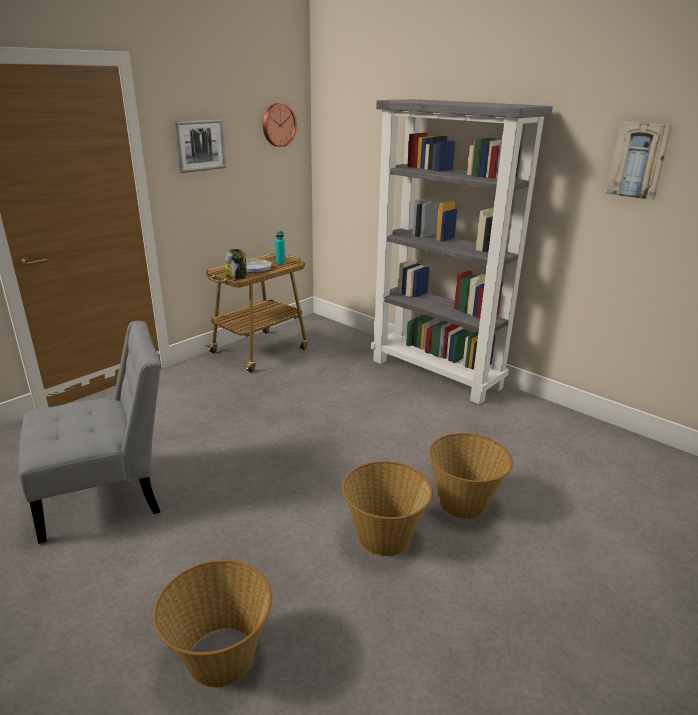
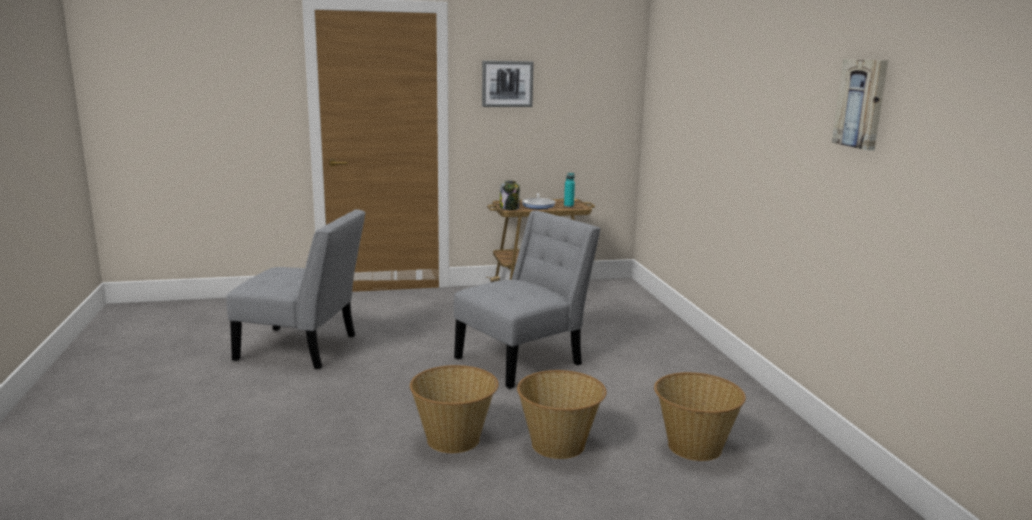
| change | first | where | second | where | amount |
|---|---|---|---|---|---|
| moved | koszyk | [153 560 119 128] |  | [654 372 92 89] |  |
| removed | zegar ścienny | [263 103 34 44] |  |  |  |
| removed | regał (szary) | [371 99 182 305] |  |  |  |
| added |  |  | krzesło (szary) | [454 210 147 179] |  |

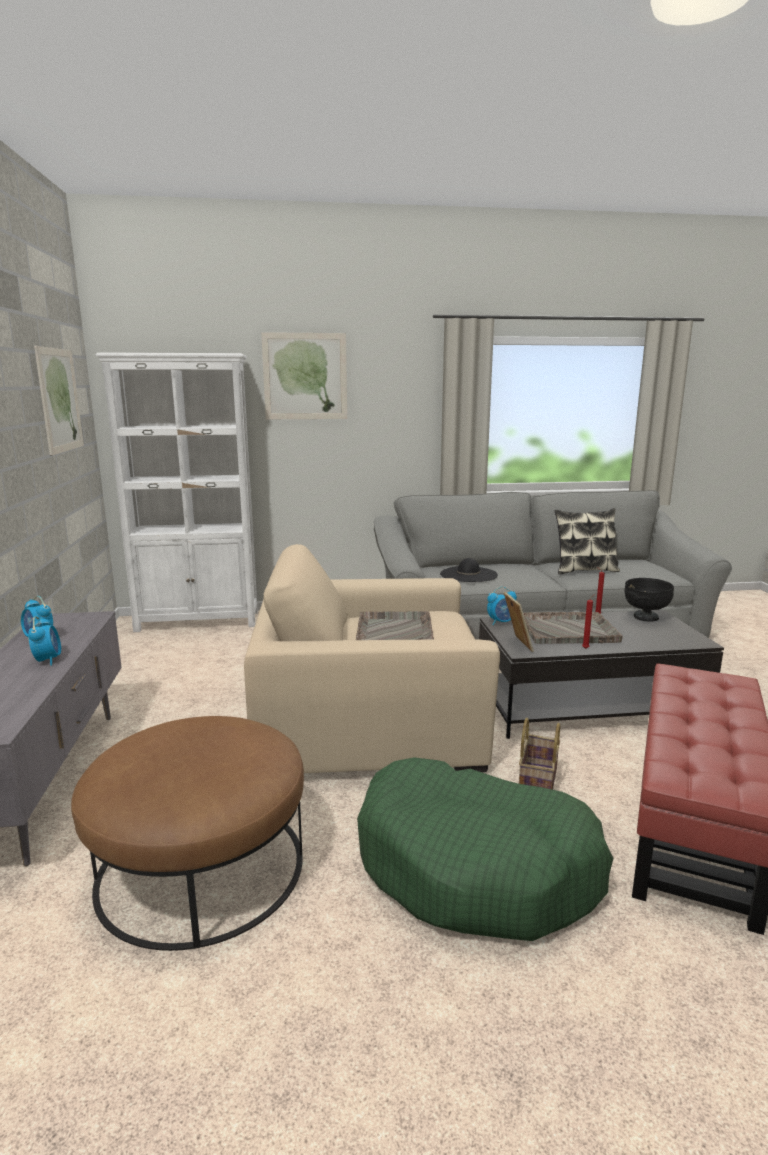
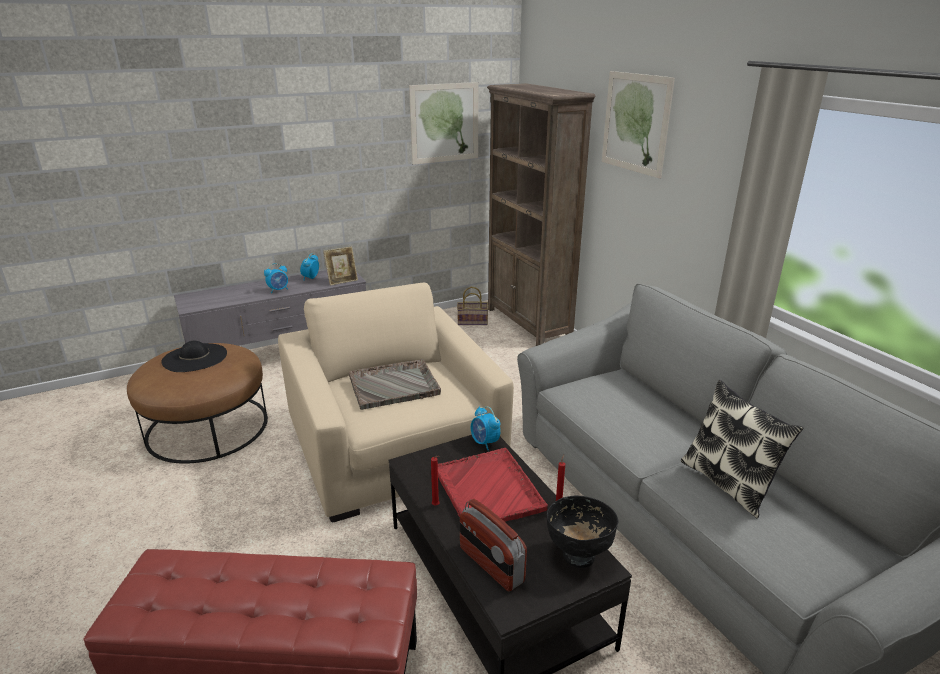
| change | first | where | second | where | amount |
|---|---|---|---|---|---|
| recoloured | regał (biały) | [96 353 162 279] | regał (brązowy) | [487 83 108 263] |  |
| removed | legowisko (zielony) | [357 757 256 184] |  |  |  |
| moved | kapelusz (czarny) | [440 558 58 24] |  | [161 341 66 31] |  |
| moved | ramka na zdjęcie | [504 592 30 60] |  | [323 247 35 39] |  |
| moved | koszyk | [519 718 41 72] |  | [457 287 31 38] |  |
| recoloured | taca (szary) | [523 612 99 32] | taca (czerwony) | [438 448 110 74] |  |
| added |  |  | radio | [460 499 67 92] |  |

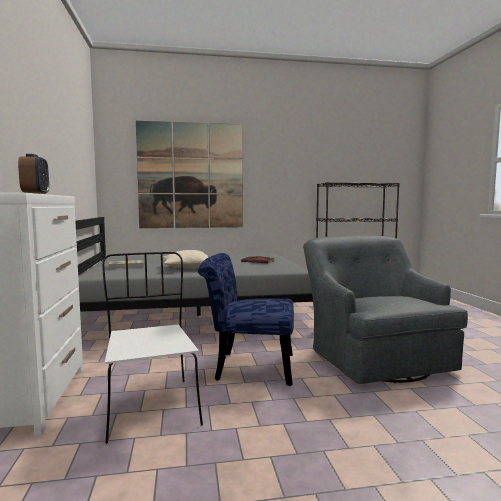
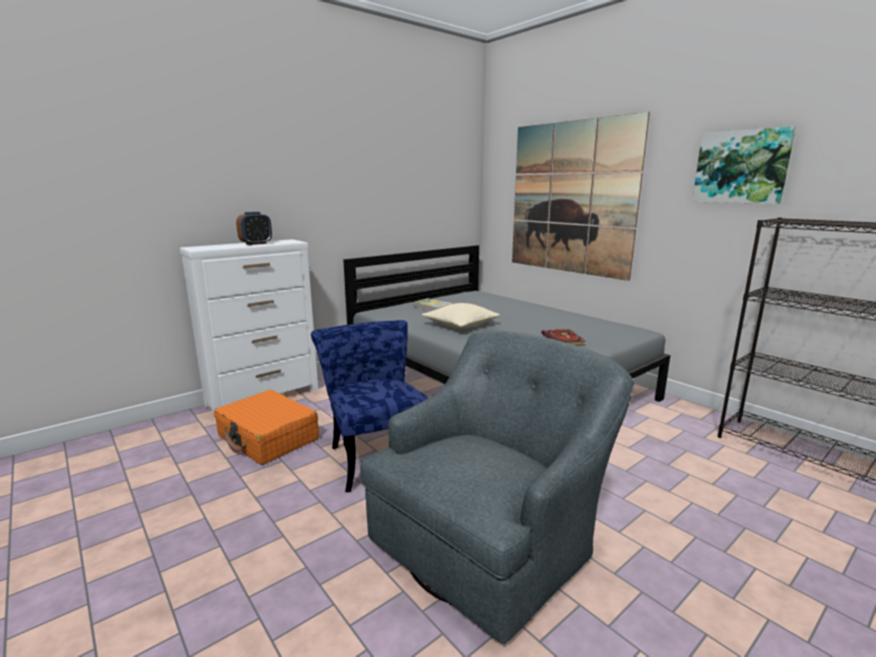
| change | first | where | second | where | amount |
|---|---|---|---|---|---|
| replaced | krzesło (biały) | [102 252 101 192] | walizka (pomarańczowy) | [214 390 105 75] |  |
| added |  |  | obraz | [692 126 104 78] |  |

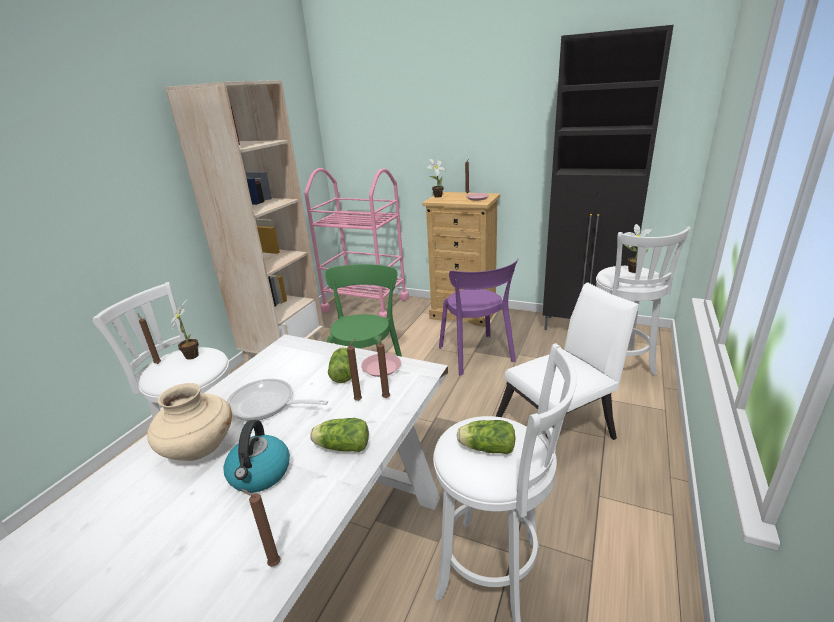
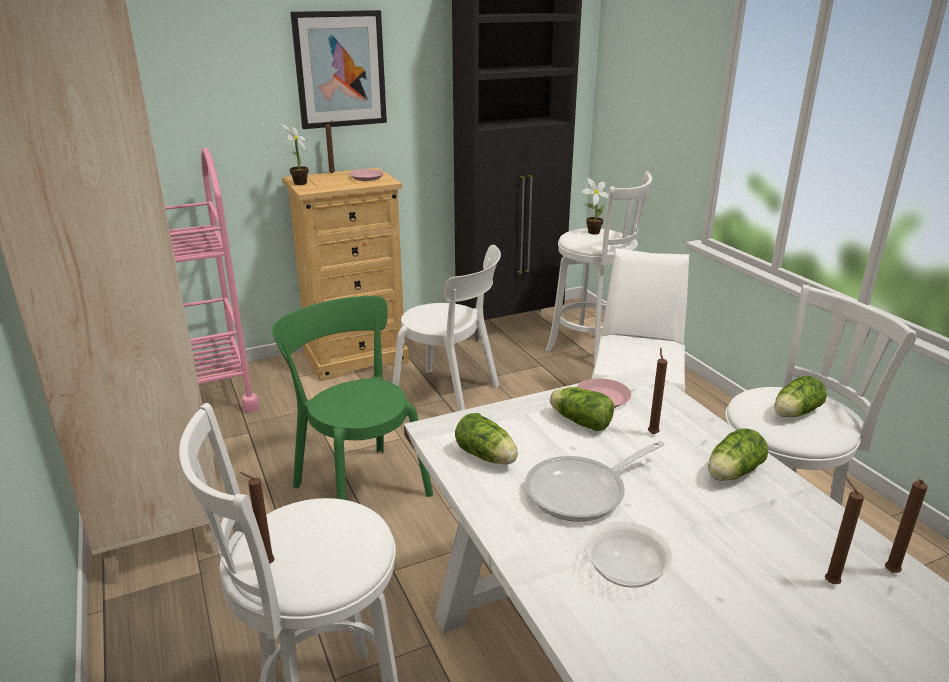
| change | first | where | second | where | amount |
|---|---|---|---|---|---|
| replaced | wazon (beżowy) | [147 383 85 78] | miska | [585 522 88 66] |  |
| removed | roślina doniczkowa | [169 300 30 60] |  |  |  |
| removed | czajnik | [223 420 67 73] |  |  |  |
| moved | świeca (brązowy) | [377 335 13 63] |  | [825 478 39 106] |  |
| recoloured | krzesło (fioletowy) | [439 259 79 116] | krzesło (biały) | [393 245 108 166] |  |
| added |  |  | obraz | [290 10 97 119] |  |
| added |  |  | sałata | [455 413 63 52] |  |

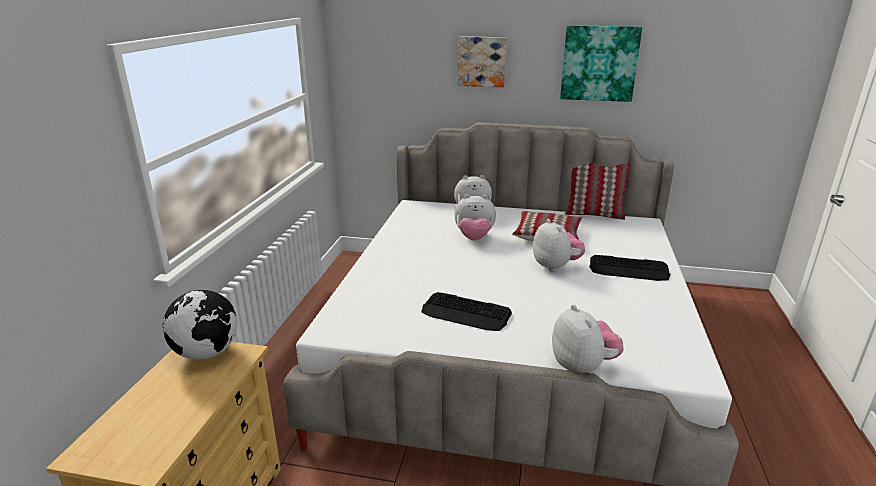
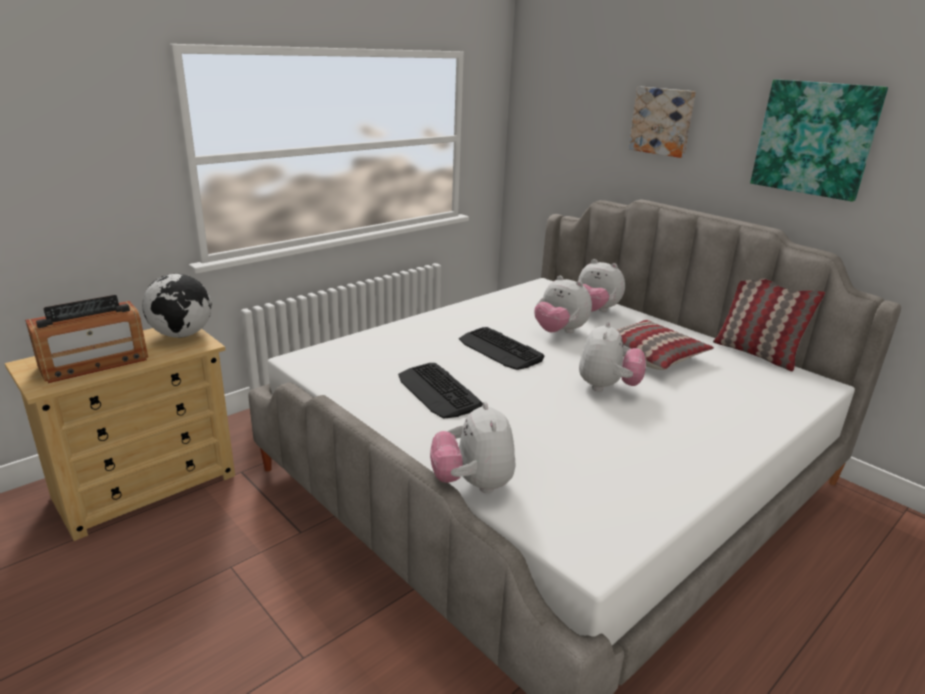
| change | first | where | second | where | amount |
|---|---|---|---|---|---|
| turned | pluszak | [552 304 72 69] |  | [430 402 85 91] | 150 degrees clockwise |
| moved | klawiatura | [589 255 82 26] |  | [459 327 85 43] |  |
| added |  |  | radio | [25 295 123 88] |  |

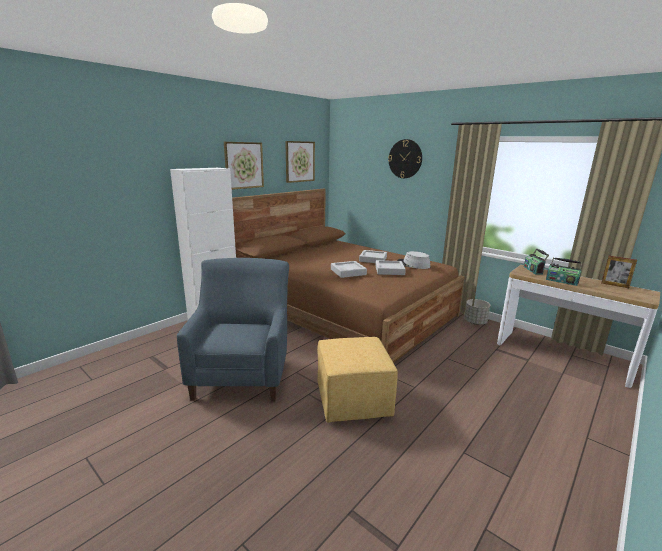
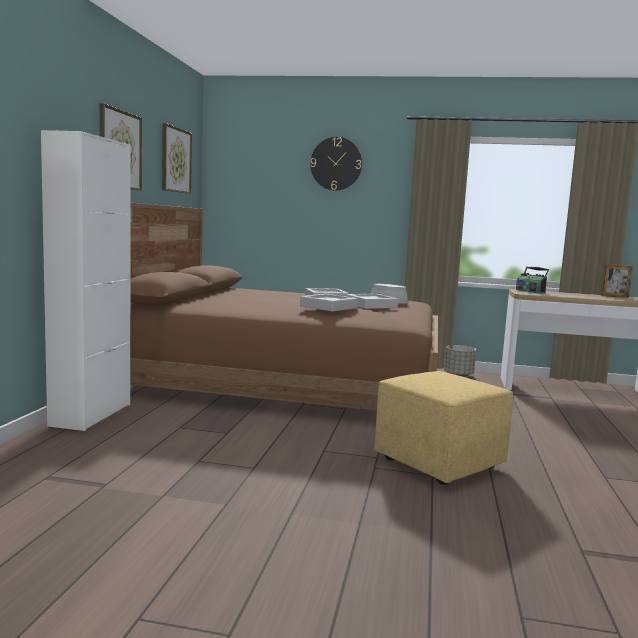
| change | first | where | second | where | amount |
|---|---|---|---|---|---|
| removed | fotel (niebieski) | [177 258 112 144] |  |  |  |
| removed | radio | [546 257 36 29] |  |  |  |

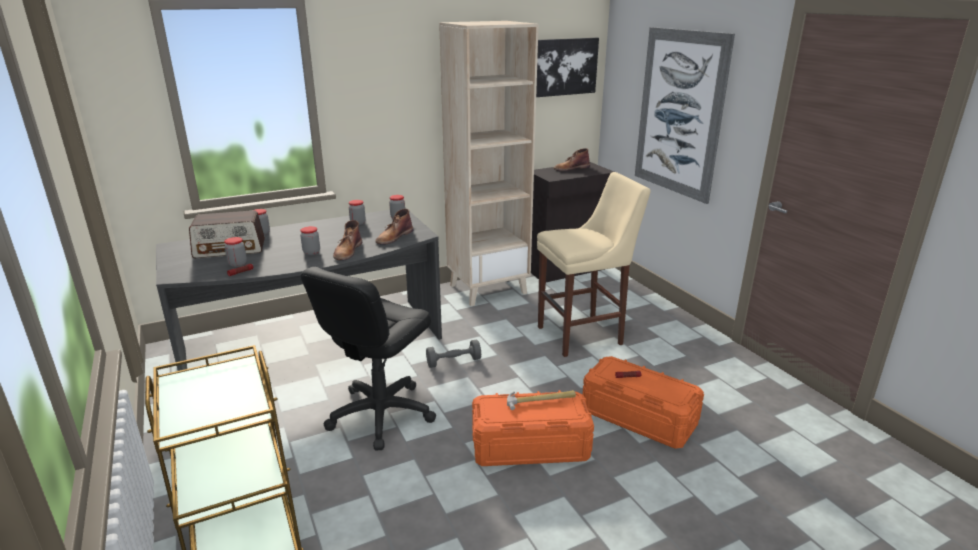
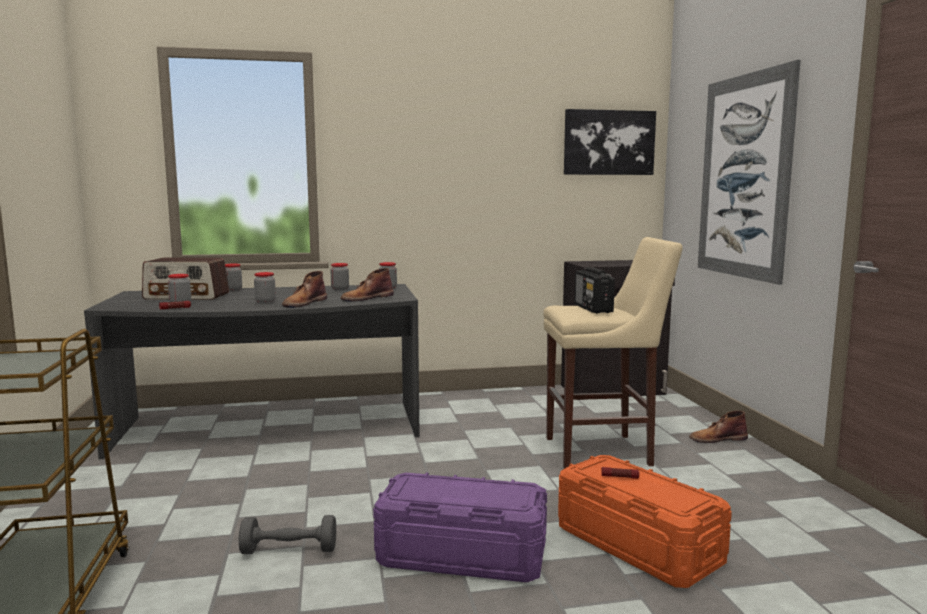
| change | first | where | second | where | amount |
|---|---|---|---|---|---|
| removed | krzesło biurowe (czarny) | [301 267 135 184] |  |  |  |
| moved | hantel (szary) | [426 339 55 29] |  | [239 515 97 39] |  |
| removed | regał (beżowy) | [439 21 100 285] |  |  |  |
| recoloured | pojemnik do przechowywania (pomarańczowy) | [472 390 122 76] | pojemnik do przechowywania (fioletowy) | [373 473 174 109] |  |
| removed | młotek | [507 390 69 20] |  |  |  |
| moved | but z cholewką (brązowy) | [554 148 36 23] |  | [689 410 59 33] |  |
| added |  |  | radio | [575 267 40 46] |  |

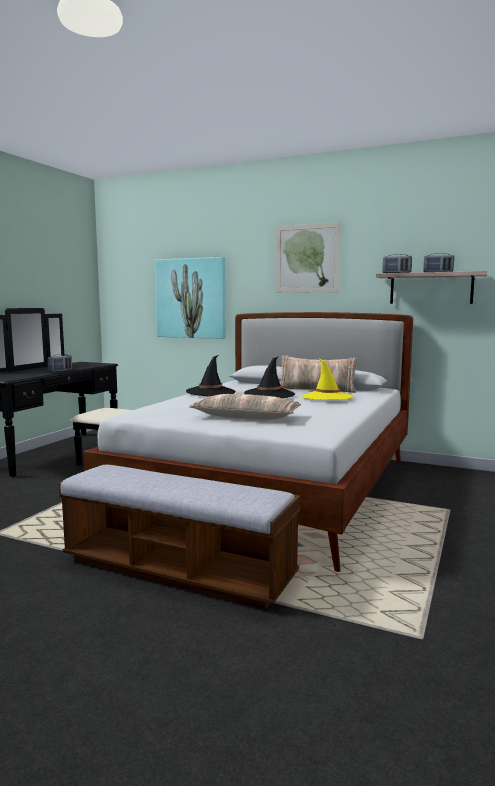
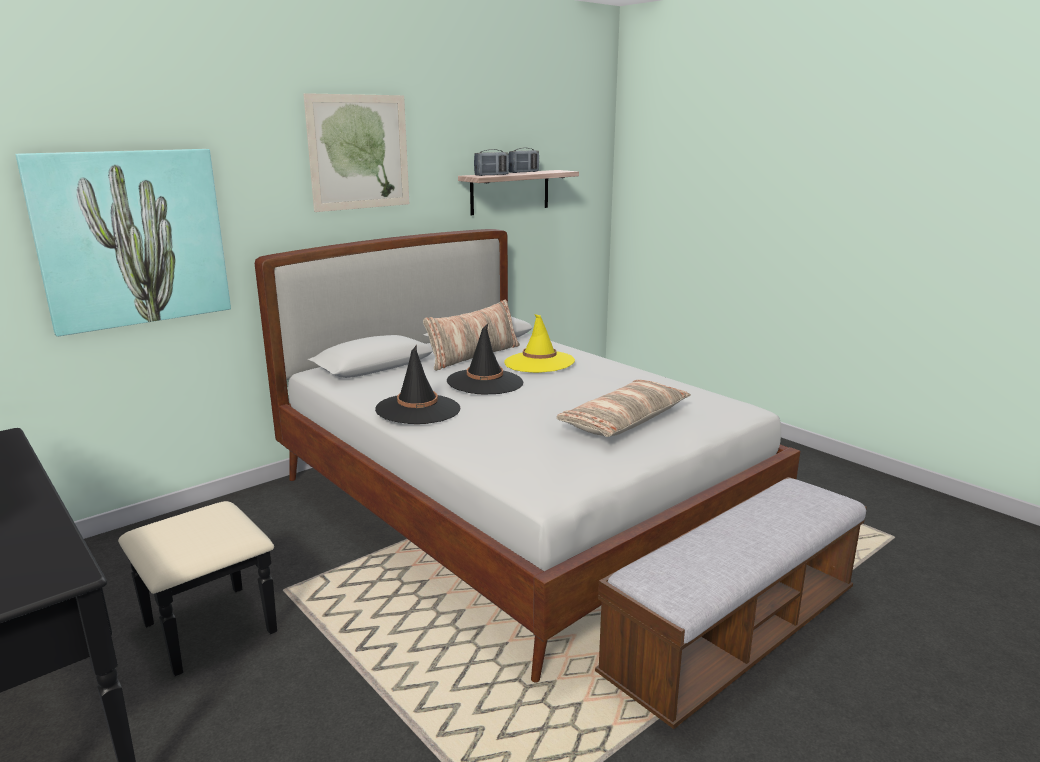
| change | first | where | second | where | amount |
|---|---|---|---|---|---|
| removed | radio | [48 354 24 18] |  |  |  |

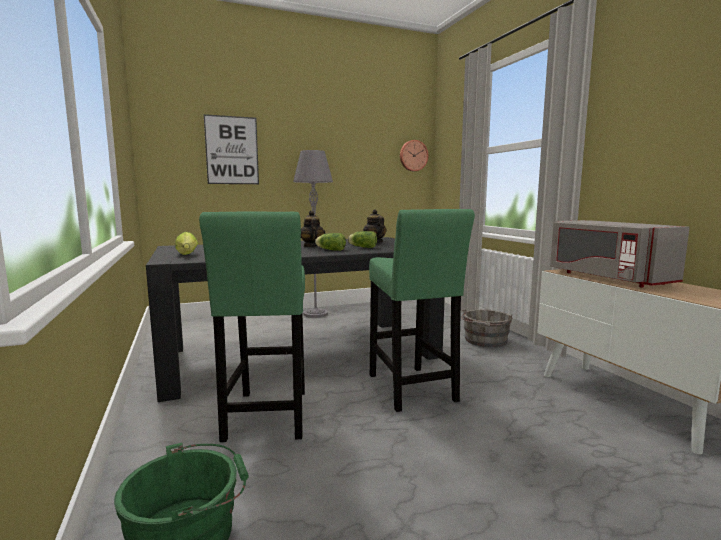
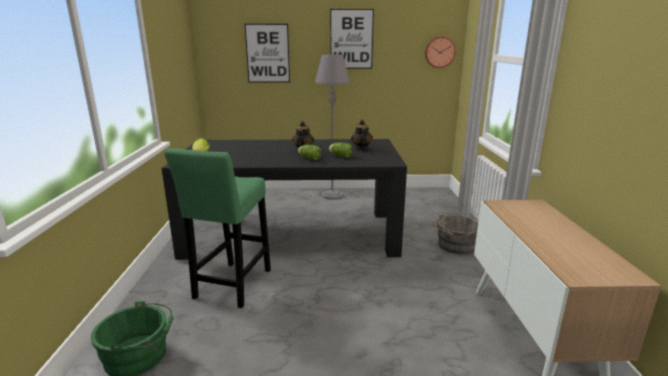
| change | first | where | second | where | amount |
|---|---|---|---|---|---|
| removed | stołek (zielony) | [369 209 106 203] |  |  |  |
| removed | mikrofalówka (szary) | [550 220 140 68] |  |  |  |
| added |  |  | obraz | [330 9 44 60] |  |

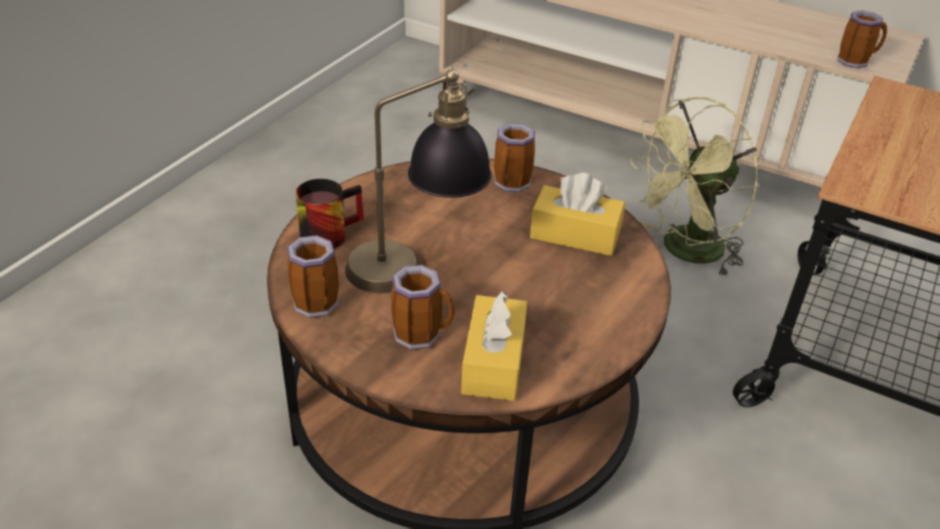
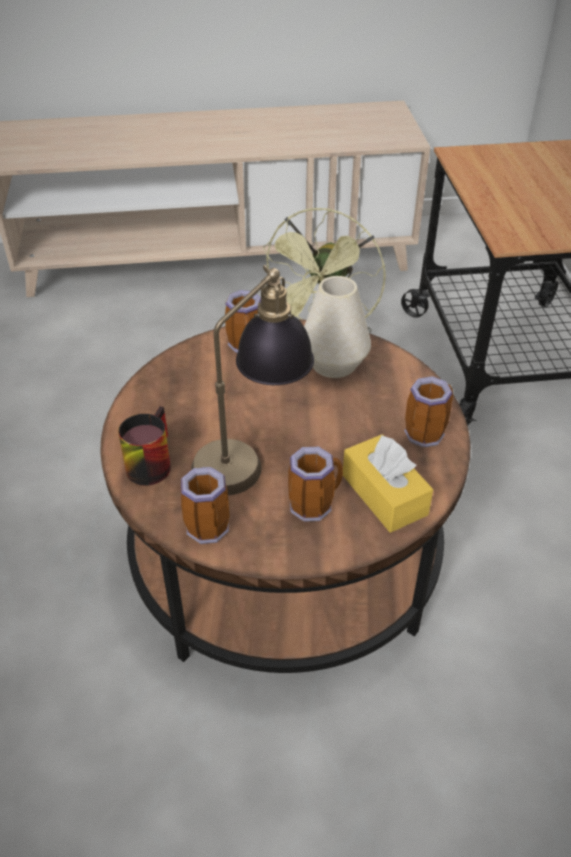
| change | first | where | second | where | amount |
|---|---|---|---|---|---|
| replaced | pudełko chusteczek (żółty) | [530 173 95 83] | wazon (biały) | [304 276 67 102] |  |
| moved | kubek | [837 10 50 58] |  | [404 376 49 72] |  |

